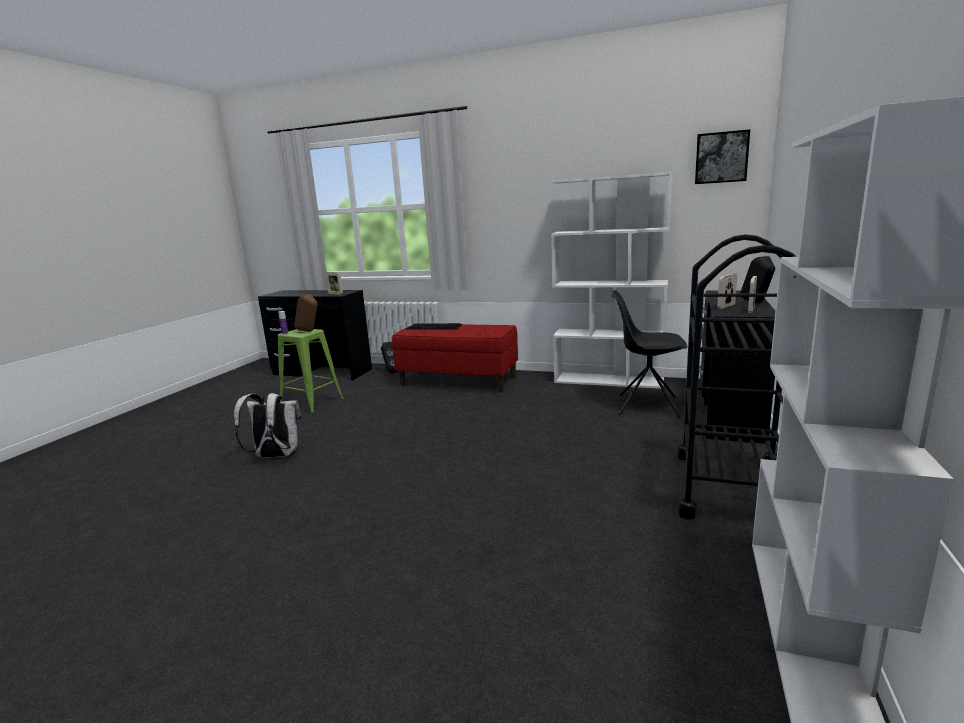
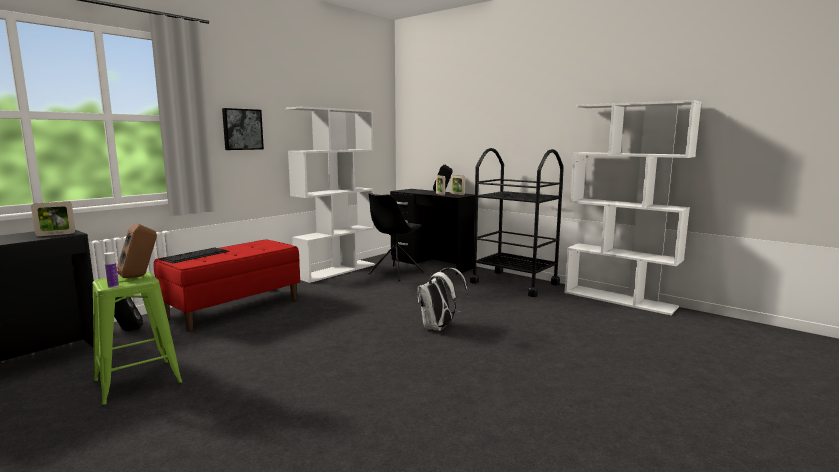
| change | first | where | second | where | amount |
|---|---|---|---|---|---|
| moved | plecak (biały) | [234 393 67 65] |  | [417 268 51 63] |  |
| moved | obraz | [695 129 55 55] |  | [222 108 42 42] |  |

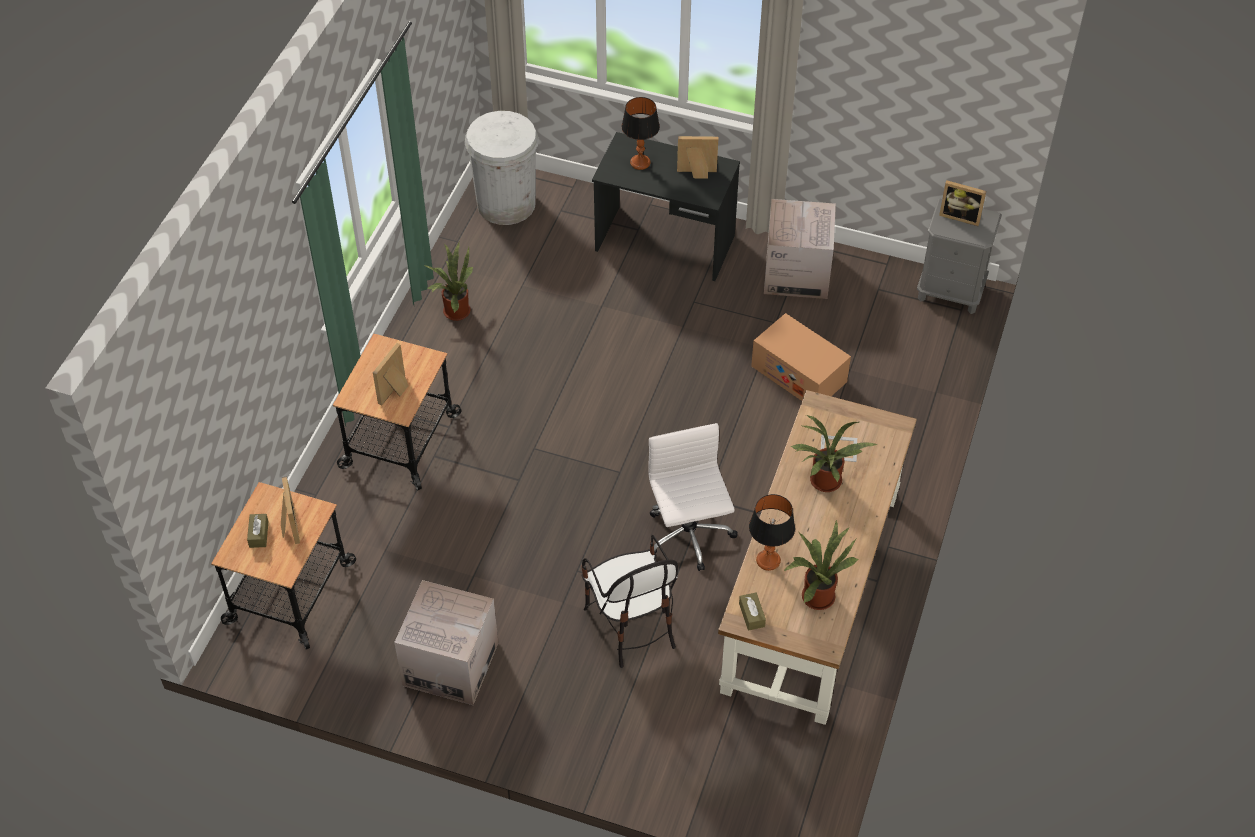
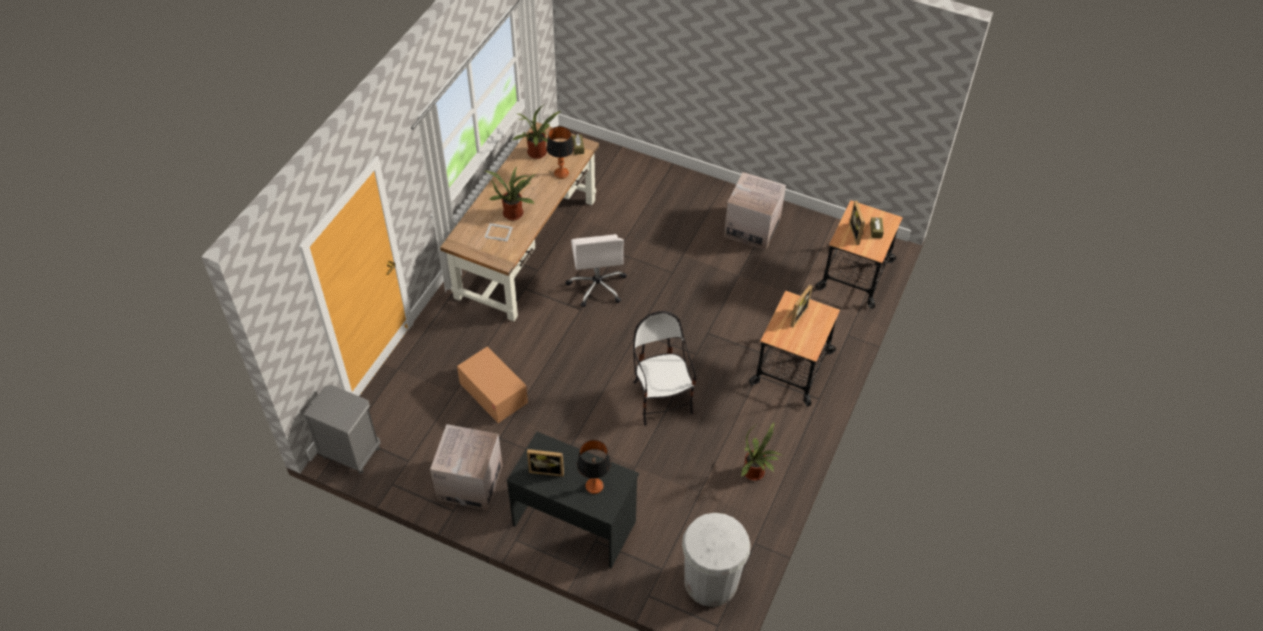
| change | first | where | second | where | amount |
|---|---|---|---|---|---|
| moved | krzesło | [582 535 96 133] |  | [633 311 63 115] |  |
| removed | ramka na zdjęcie | [939 181 47 45] |  |  |  |

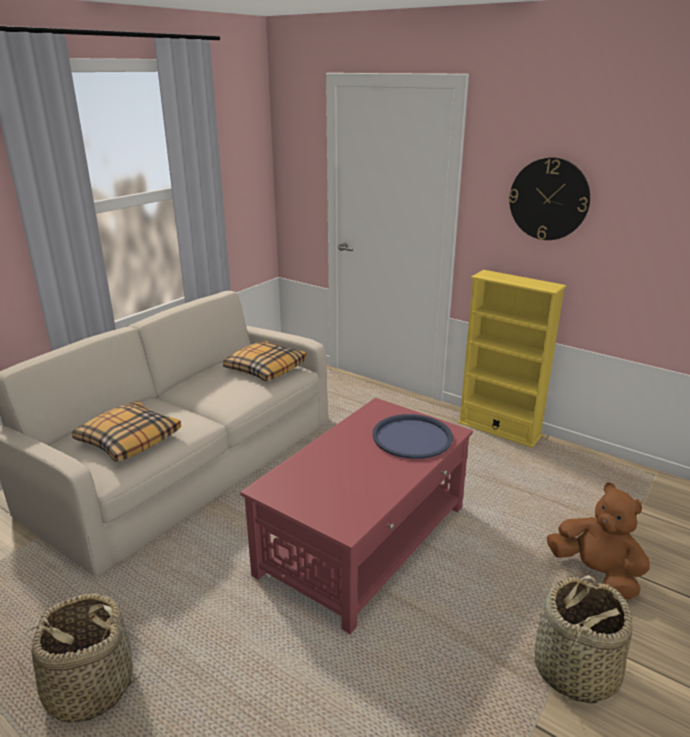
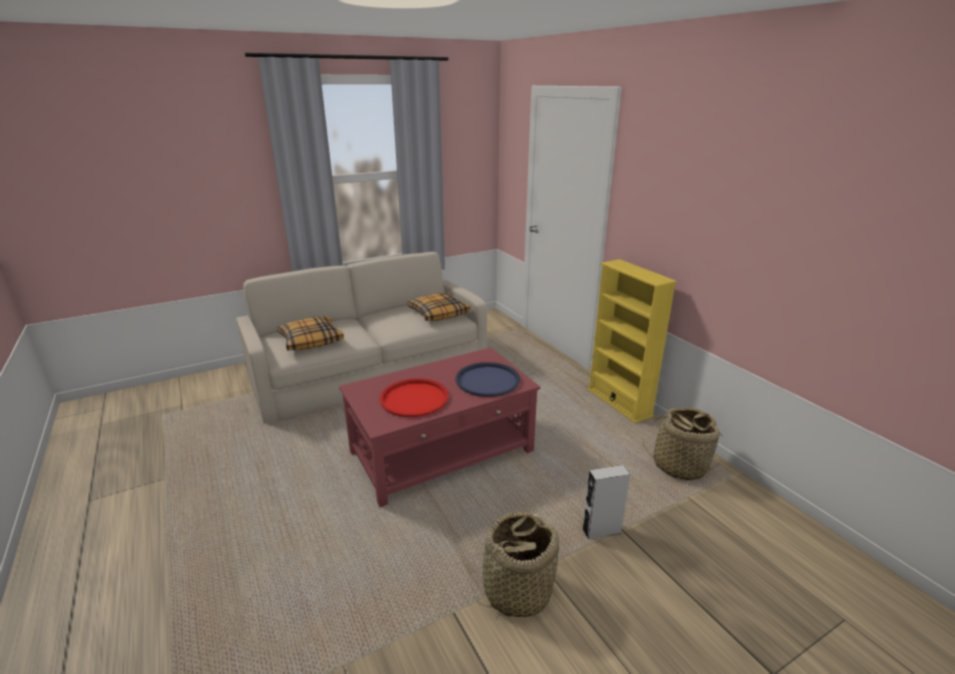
| change | first | where | second | where | amount |
|---|---|---|---|---|---|
| moved | koszyk | [18 593 125 130] |  | [643 407 80 73] |  |
| removed | zegar ścienny | [509 157 81 83] |  |  |  |
| replaced | pluszak (brązowy) | [547 482 102 117] | głośnik (szary) | [583 465 47 74] |  |
| added |  |  | taca (czerwony) | [380 378 69 39] |  |

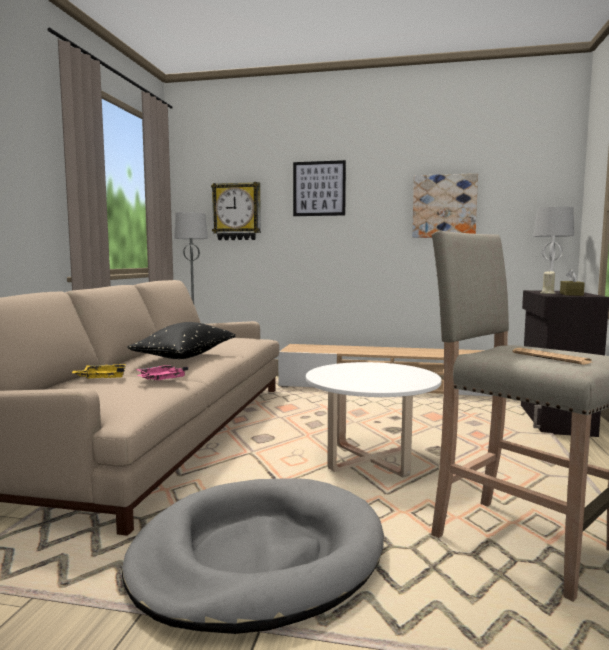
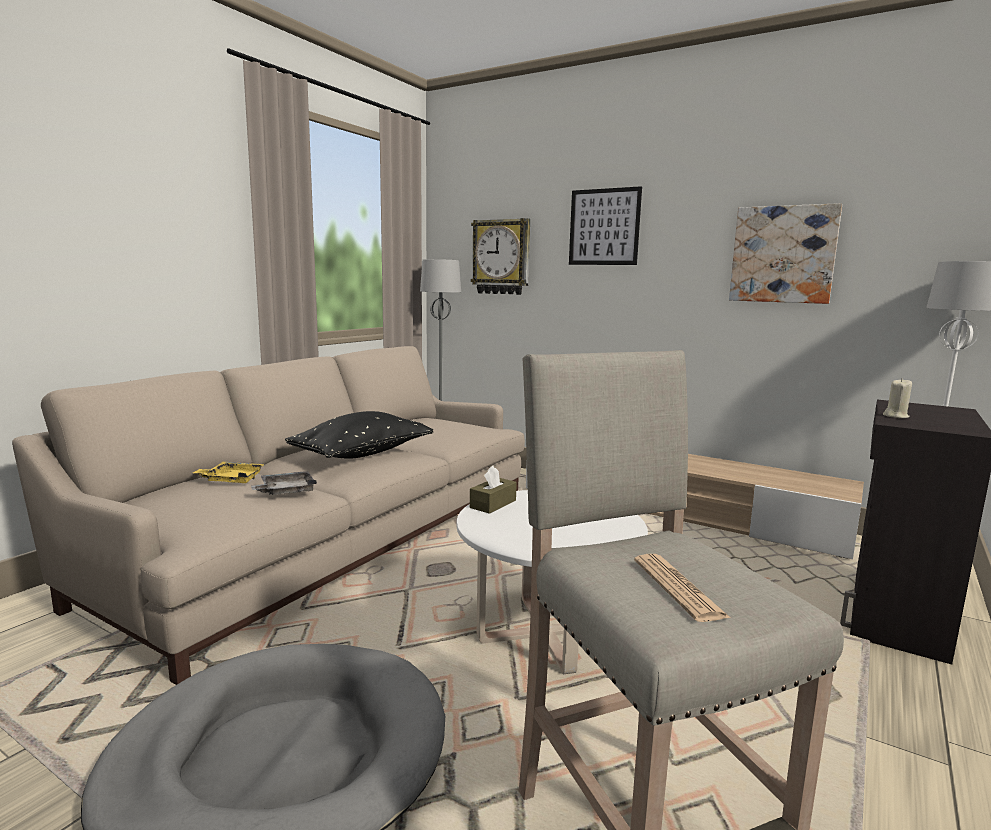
| change | first | where | second | where | amount |
|---|---|---|---|---|---|
| recoloured | taca (różowy) | [136 365 52 16] | taca (szary) | [251 471 66 24] |  |
| moved | pudełko chusteczek (brązowy) | [560 269 25 27] |  | [470 466 47 48] |  |

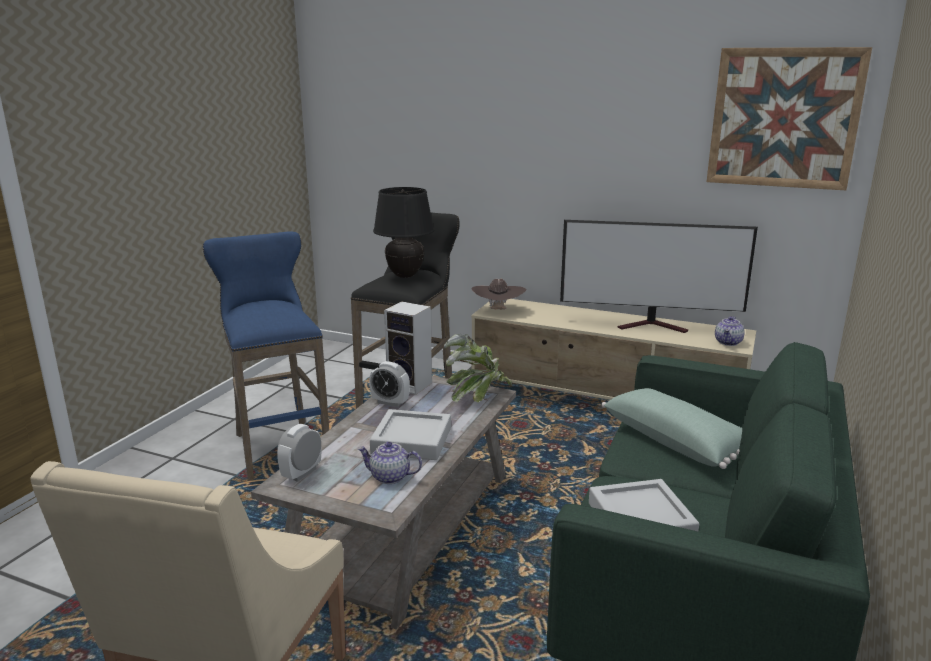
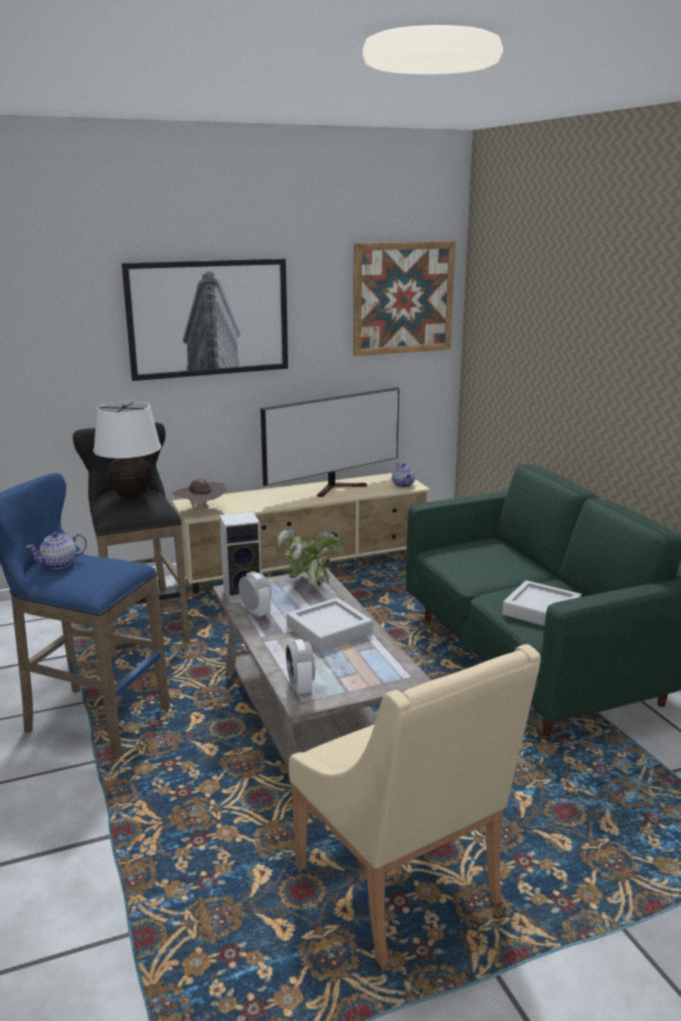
| change | first | where | second | where | amount |
|---|---|---|---|---|---|
| moved | imbryk | [357 441 65 43] |  | [26 532 61 37] |  |
| turned | budzik | [369 361 41 46] |  | [238 571 33 47] | 105 degrees counterclockwise |
| recoloured | lampa stołowa (czarny) | [373 187 61 91] | lampa stołowa (biały) | [93 401 68 98] |  |
| removed | poduszka (zielony) | [601 388 141 81] |  |  |  |
| added |  |  | obraz | [122 258 166 123] |  |

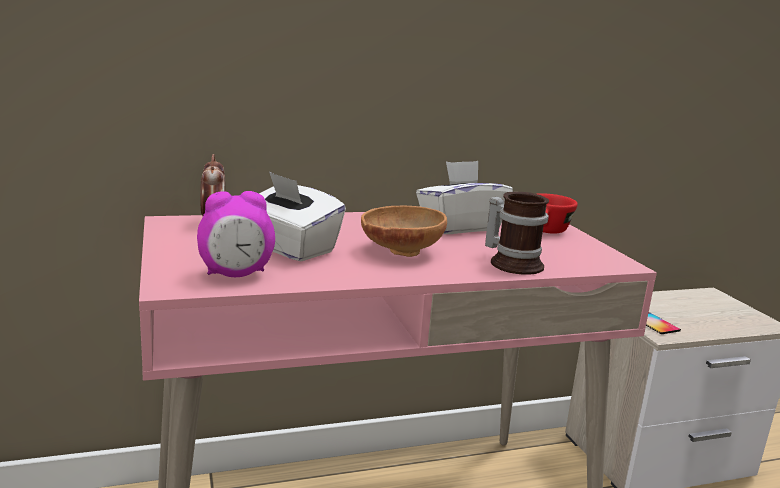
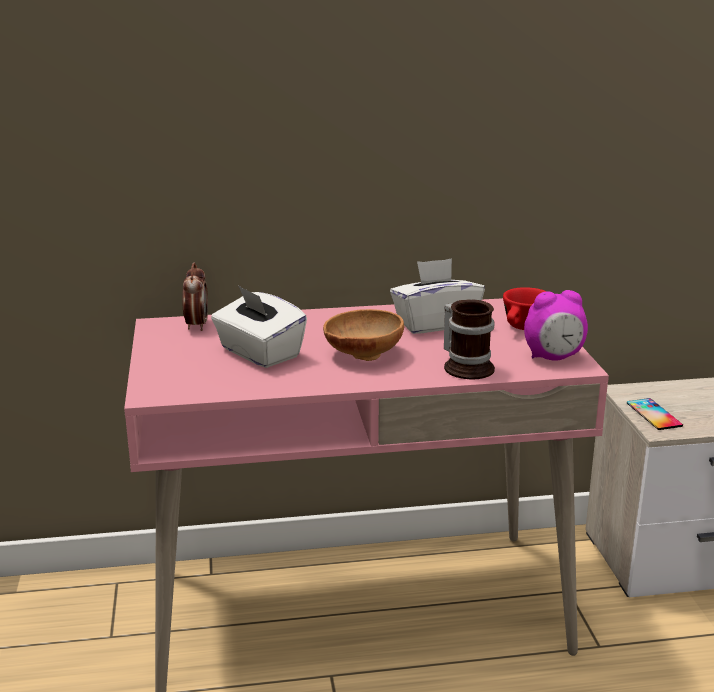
| change | first | where | second | where | amount |
|---|---|---|---|---|---|
| moved | budzik | [197 191 78 86] |  | [524 290 64 70] |  |

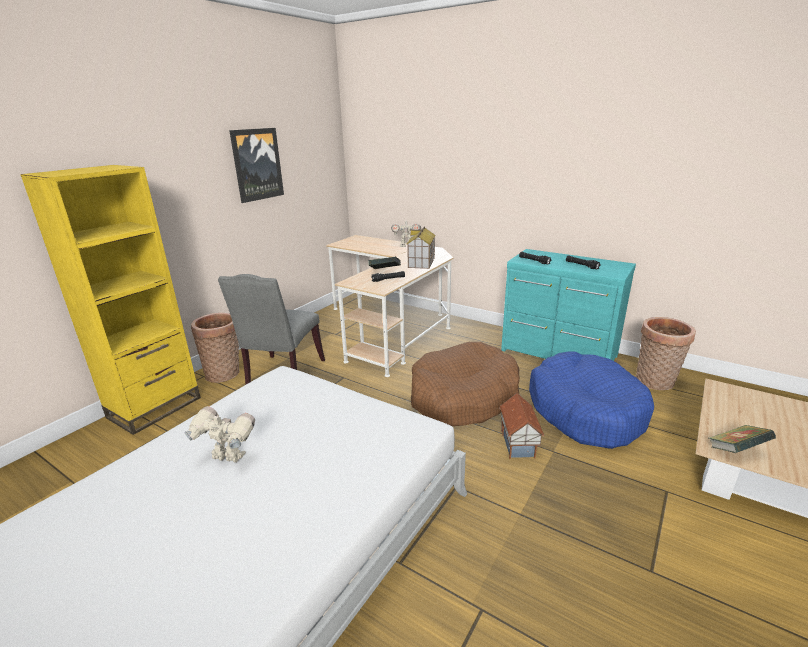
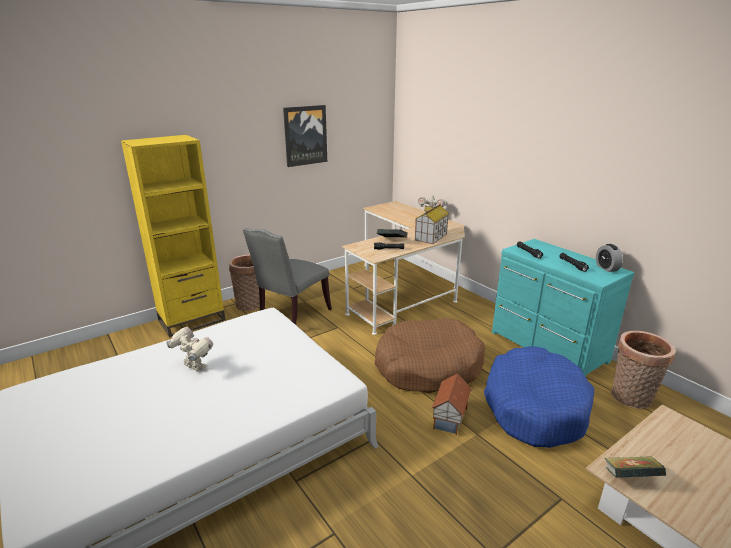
| change | first | where | second | where | amount |
|---|---|---|---|---|---|
| added |  |  | budzik | [596 244 27 28] |  |

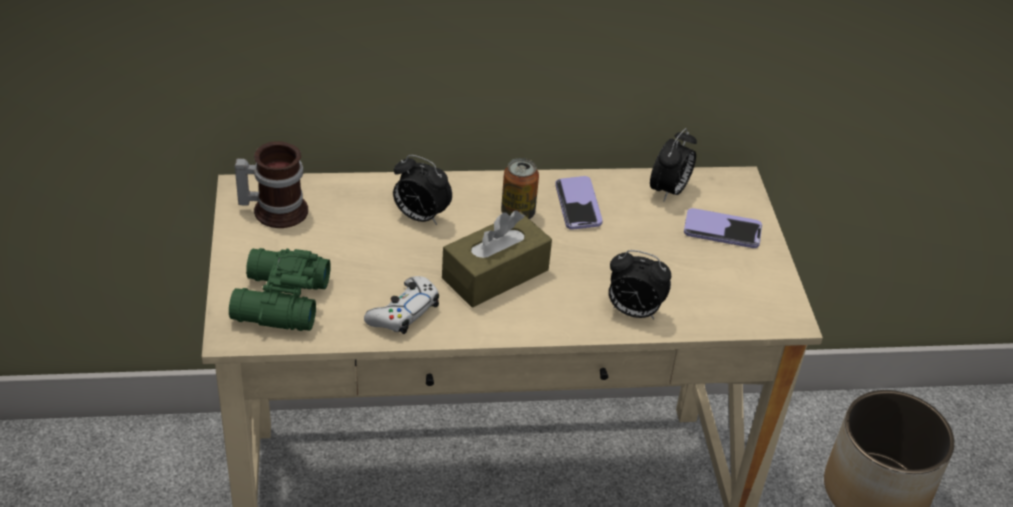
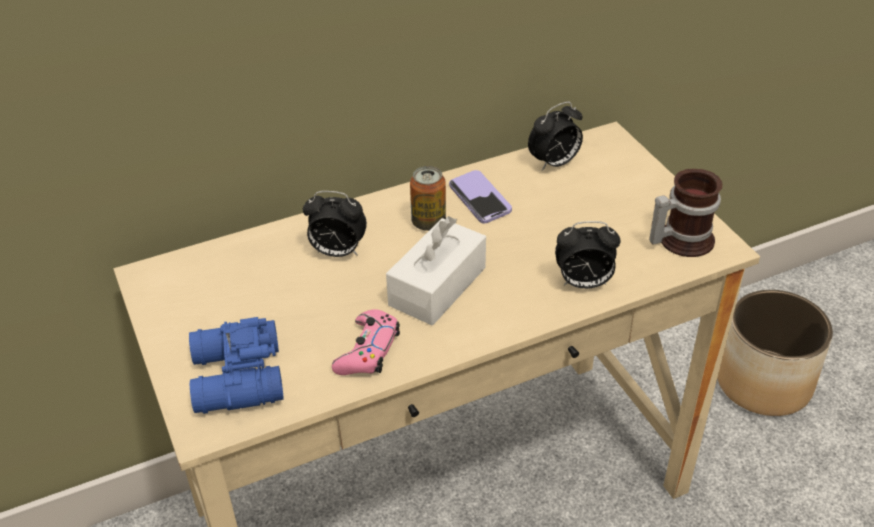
| change | first | where | second | where | amount |
|---|---|---|---|---|---|
| recoloured | lornetka (zielony) | [229 248 102 83] | lornetka (niebieski) | [189 317 95 97] |  |
| moved | kubek | [235 141 73 87] |  | [649 169 73 88] |  |
| recoloured | pad do gier (biały) | [364 276 75 58] | pad do gier (różowy) | [332 309 68 66] |  |
| recoloured | pudełko chusteczek (brązowy) | [442 210 110 98] | pudełko chusteczek (biały) | [386 216 100 109] |  |
| turned | budzik | [650 128 47 74] |  | [528 102 55 69] | 45 degrees clockwise |
| removed | telefon | [684 208 78 40] |  |  |  |

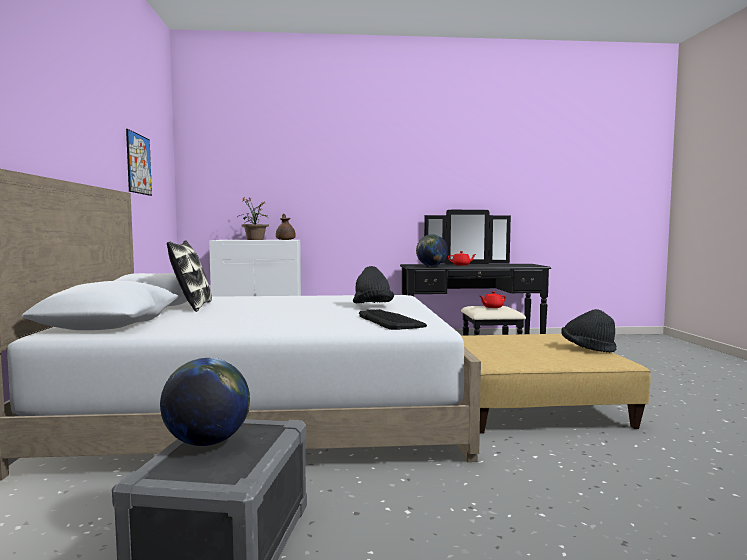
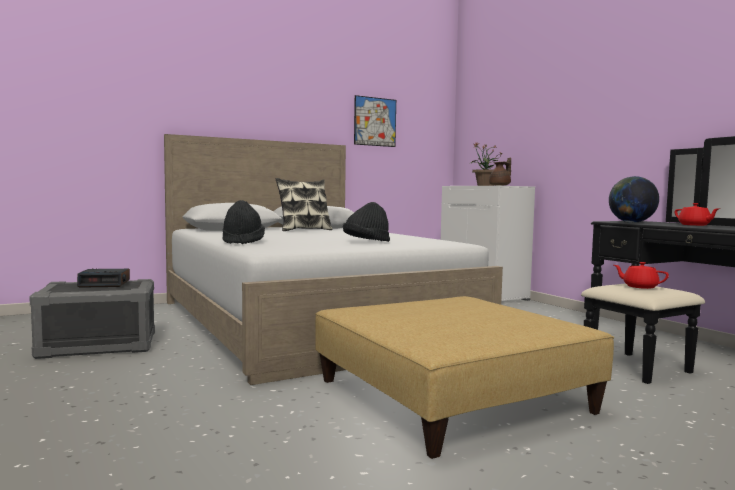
| change | first | where | second | where | amount |
|---|---|---|---|---|---|
| replaced | globus | [160 358 90 88] | budzik | [77 268 53 20] |  |
| removed | klawiatura | [359 309 68 21] |  |  |  |
| moved | kapelusz (czarny) | [561 309 55 44] |  | [223 200 42 44] |  |

